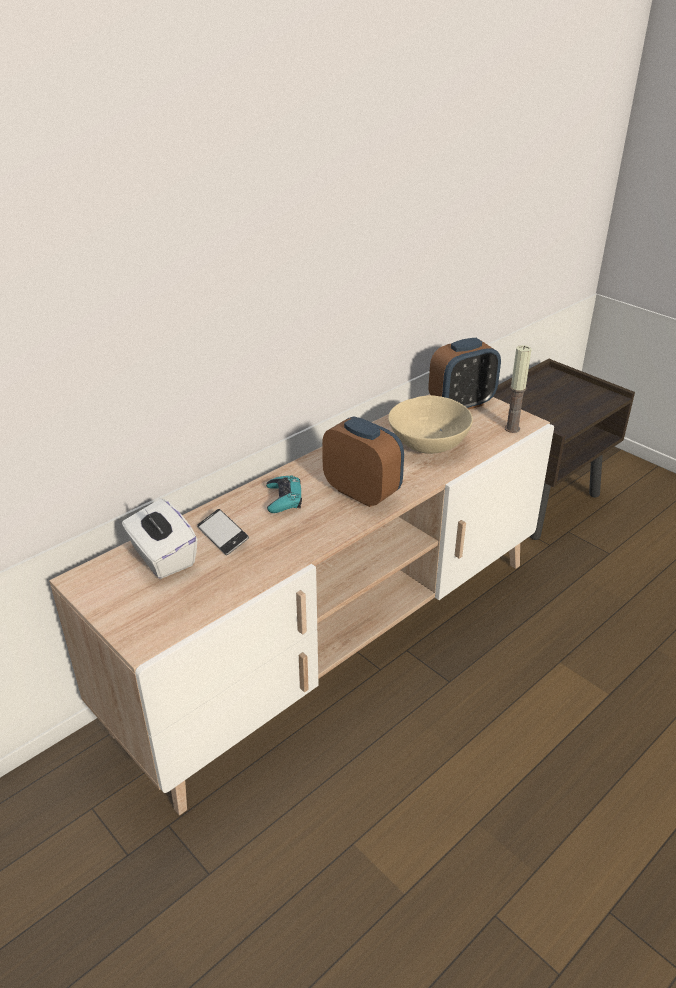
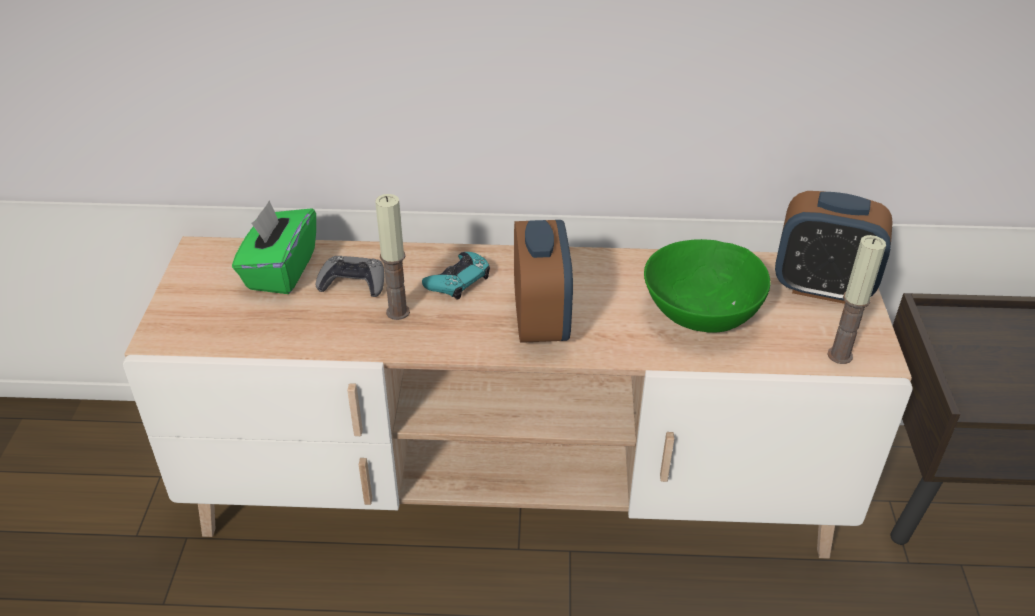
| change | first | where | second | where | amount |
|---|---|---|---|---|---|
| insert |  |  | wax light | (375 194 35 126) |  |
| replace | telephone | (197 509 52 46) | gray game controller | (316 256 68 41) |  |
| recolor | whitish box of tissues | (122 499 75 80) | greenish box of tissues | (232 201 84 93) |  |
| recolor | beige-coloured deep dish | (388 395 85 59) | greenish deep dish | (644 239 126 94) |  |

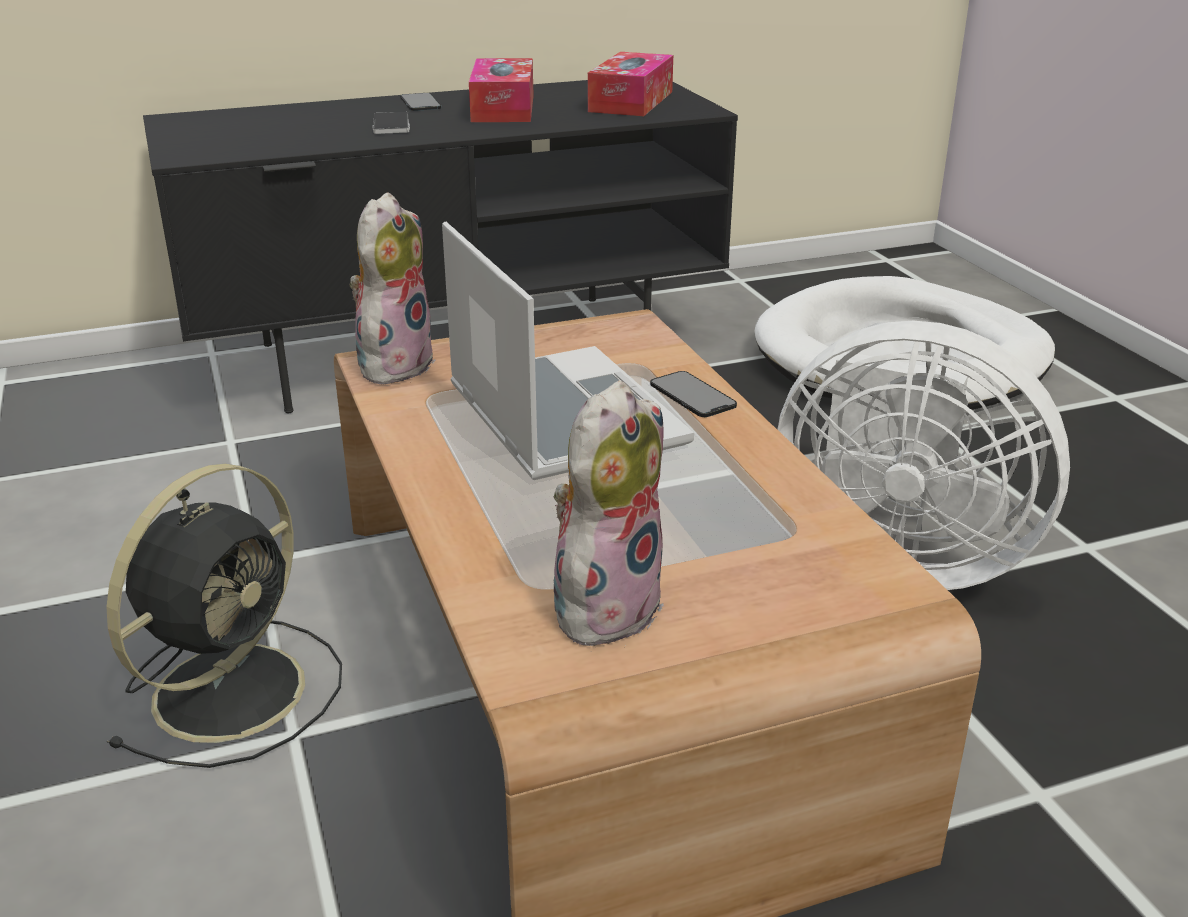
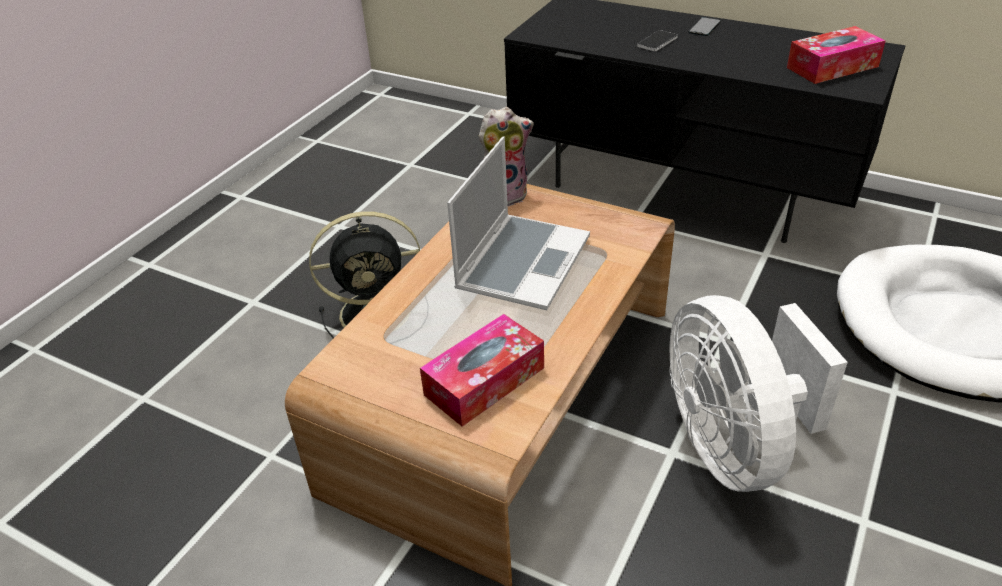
| change | first | where | second | where | amount |
|---|---|---|---|---|---|
| delete | soft toy | (554 381 110 267) |  |  |  |
| delete | telephone | (650 371 87 46) |  |  |  |
| move | box of tissues | (469 58 65 64) |  | (420 314 124 113) |  |

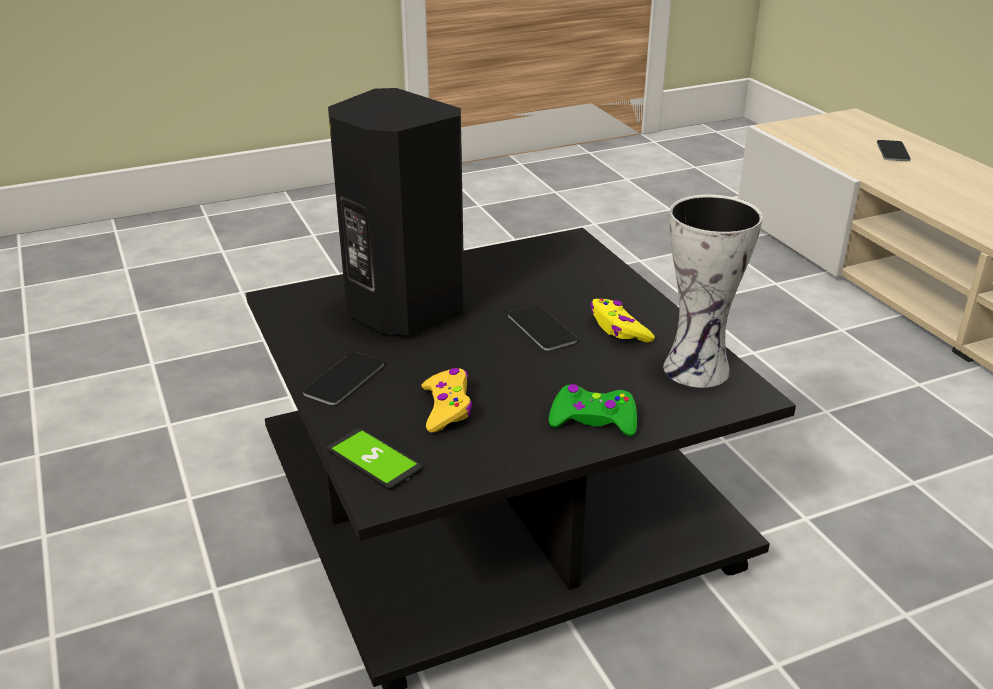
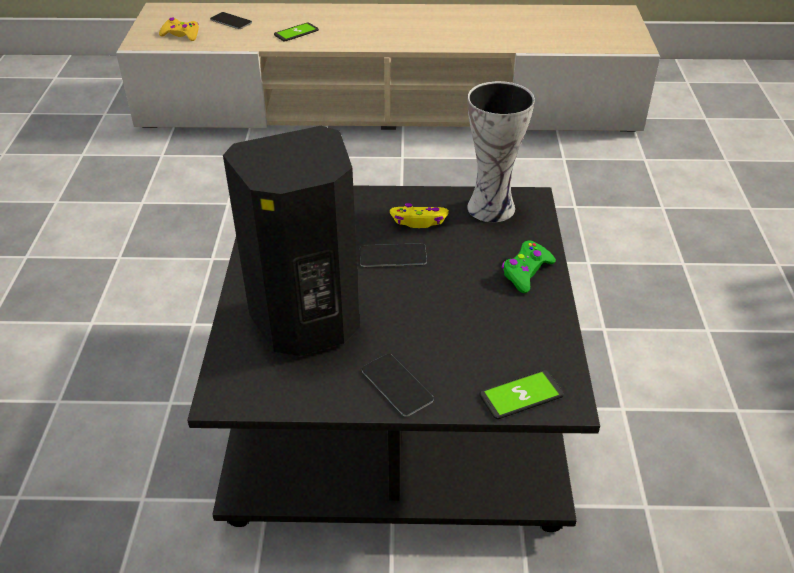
| change | first | where | second | where | amount |
|---|---|---|---|---|---|
| insert |  |  | telephone | (274 22 45 20) |  |
| move | yellow game controller | (421 368 51 64) |  | (159 17 40 24) |  |

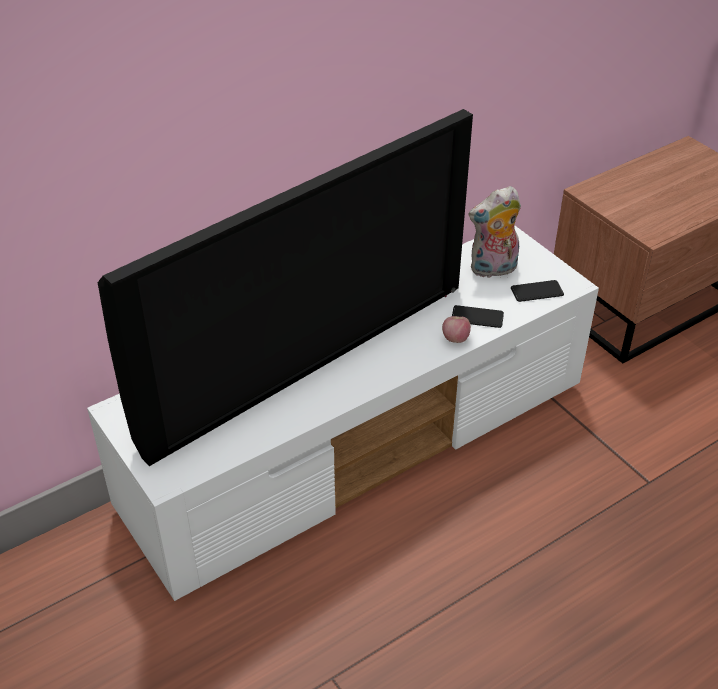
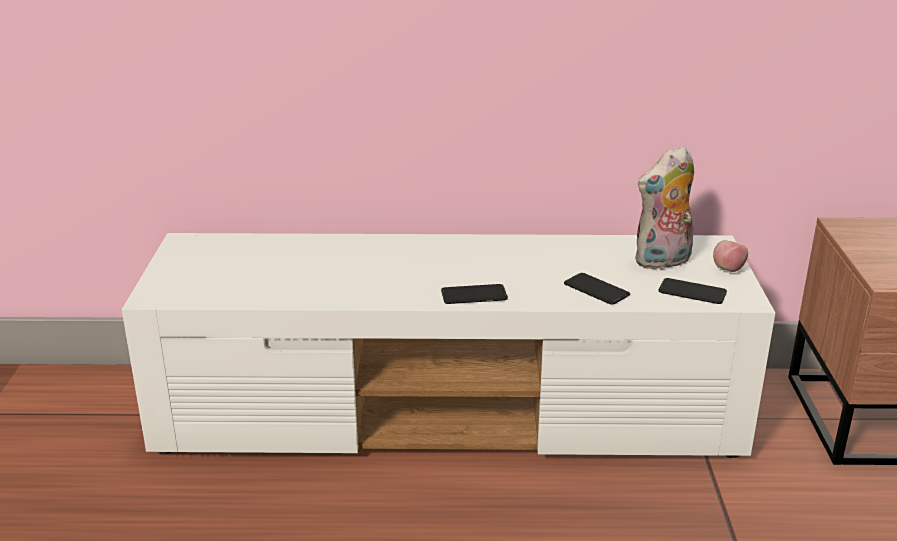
| change | first | where | second | where | amount |
|---|---|---|---|---|---|
| delete | television | (98 109 375 357) |  |  |  |
| insert |  |  | telephone | (441 284 67 20) |  |
| move | apple fruit | (442 316 29 27) |  | (713 240 35 32) |  |
| rotate | soft toy | (469 186 52 92) |  | (635 146 59 124) | 45 degrees counterclockwise |

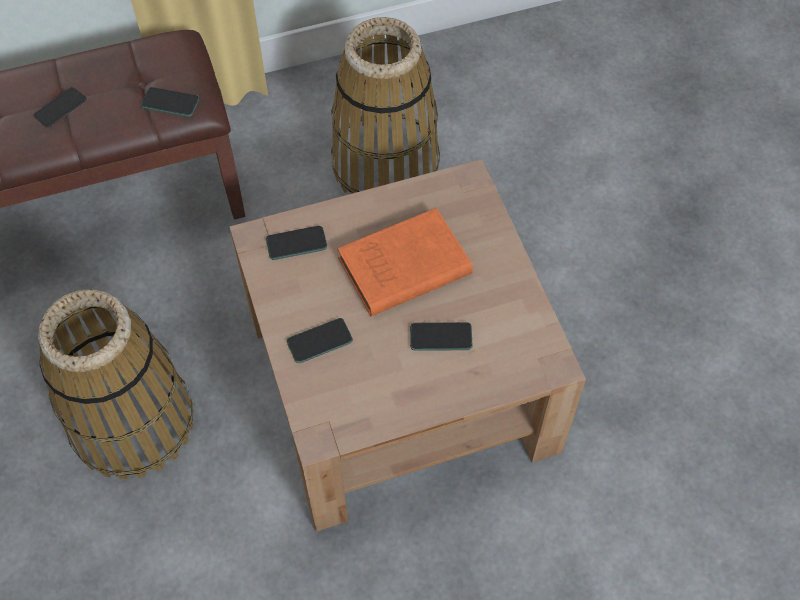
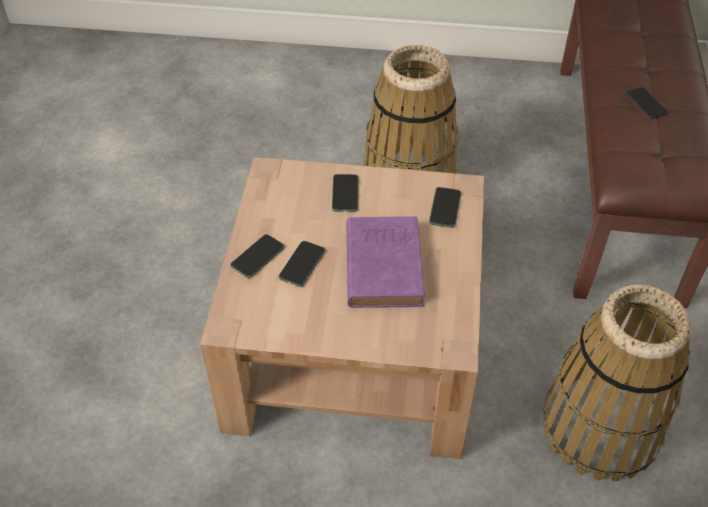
| change | first | where | second | where | amount |
|---|---|---|---|---|---|
| move | telephone | (141 87 59 30) |  | (230 234 55 44) |  |
| recolor | orange-coloured book | (337 208 136 108) | purple-coloured book | (346 216 79 92) |  |

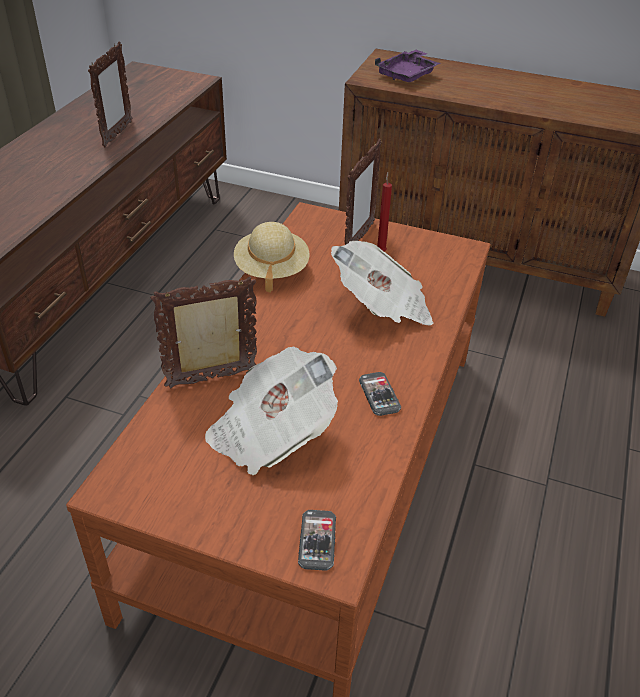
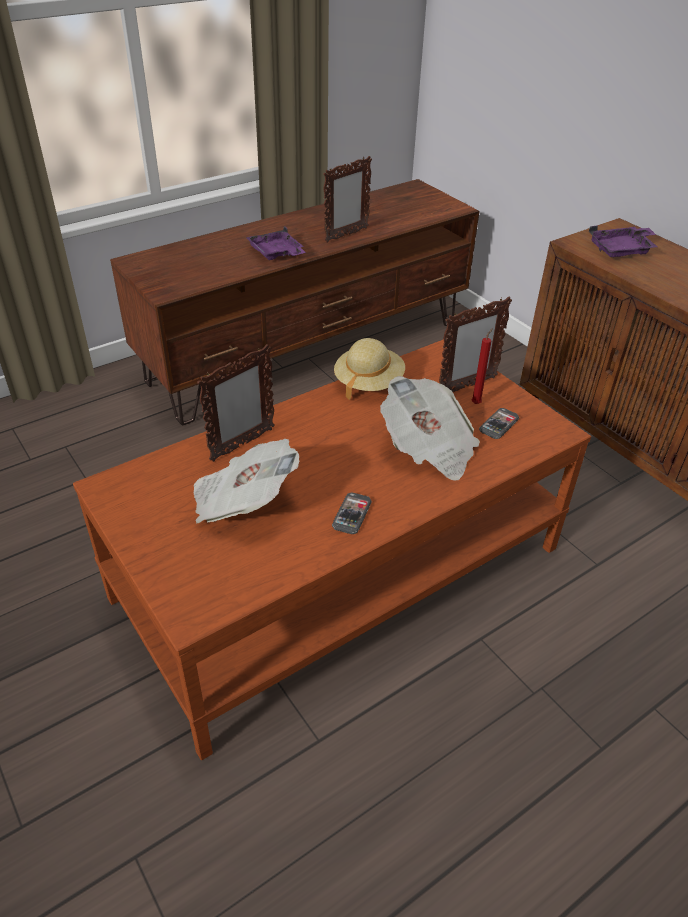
| change | first | where | second | where | amount |
|---|---|---|---|---|---|
| insert |  |  | purple-coloured serving tray | (246 226 60 34) |  |
| move | telephone | (298 510 38 61) |  | (479 408 40 31) |  |
| rotate | photo frame | (150 276 107 112) |  | (197 344 78 118) | 120 degrees clockwise |

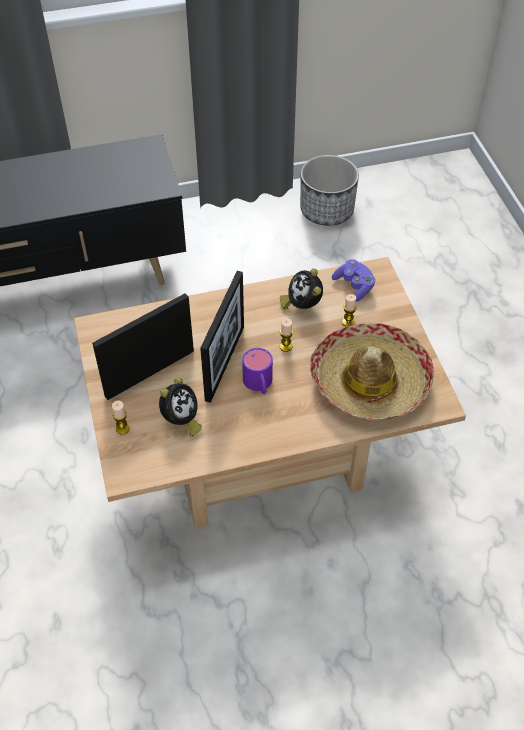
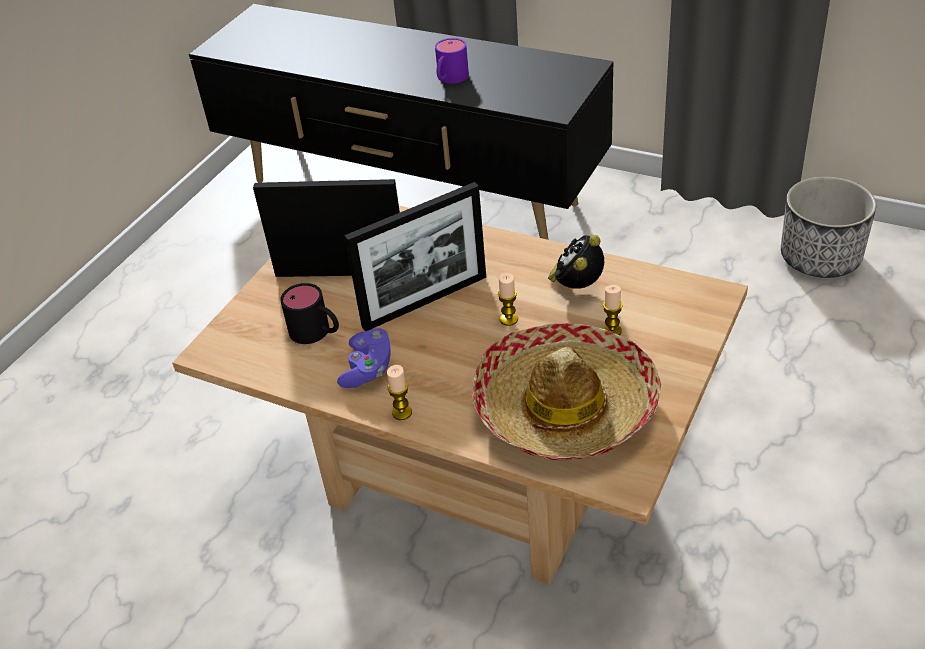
| change | first | where | second | where | amount |
|---|---|---|---|---|---|
| move | wax light | (112 400 18 35) |  | (387 365 25 55) |  |
| move | purple-coloured tea mug | (242 348 31 46) |  | (435 38 34 46) |  |
| move | purple-coloured game controller | (332 259 44 43) |  | (337 328 54 60) |  |
| replace | table clock | (159 377 43 60) | black tea mug | (280 283 59 61) |  |

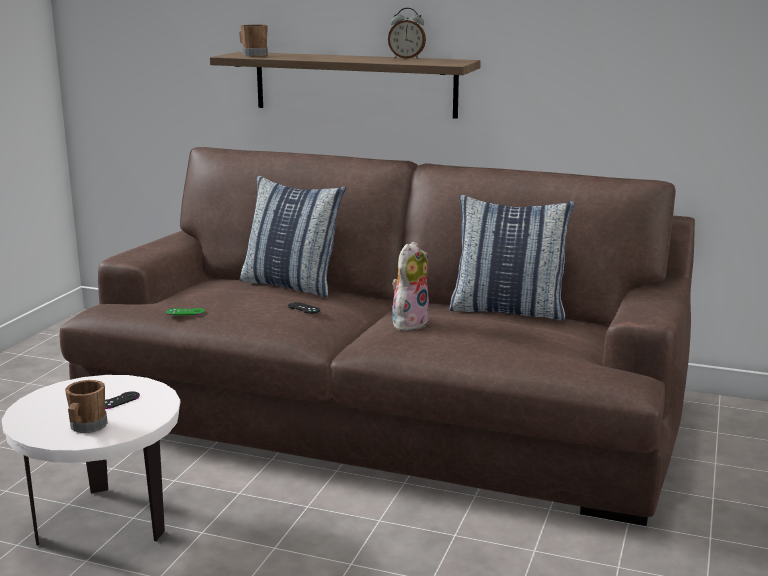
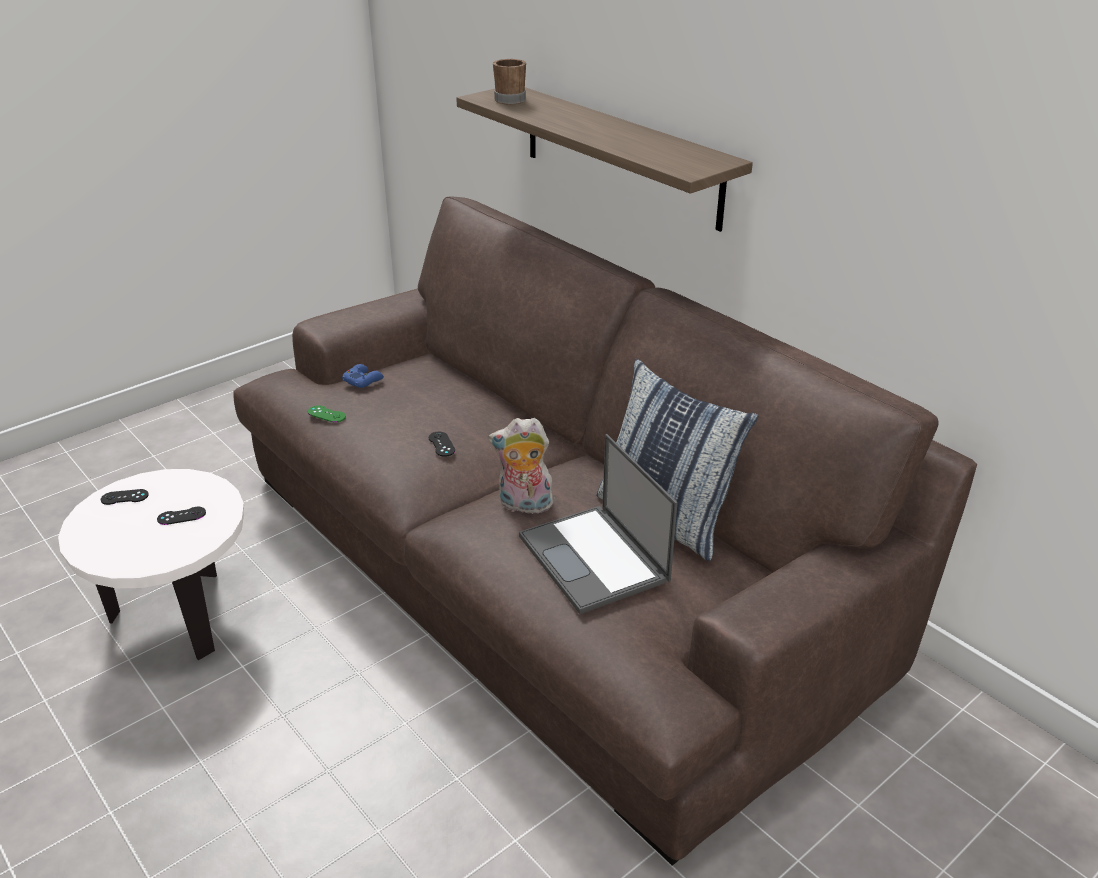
| change | first | where | second | where | amount |
|---|---|---|---|---|---|
| delete | brownish tea mug | (65 380 43 53) |  |  |  |
| delete | pillow | (240 175 106 123) |  |  |  |
| delete | table clock | (388 8 38 51) |  |  |  |
| insert |  |  | black game controller | (101 489 48 16) |  |
| insert |  |  | bluish game controller | (342 364 42 24) |  |
| insert |  |  | notebook computer | (519 434 159 180) |  |
| rotate | soft toy | (392 241 37 90) |  | (488 418 67 99) | 150 degrees counterclockwise |

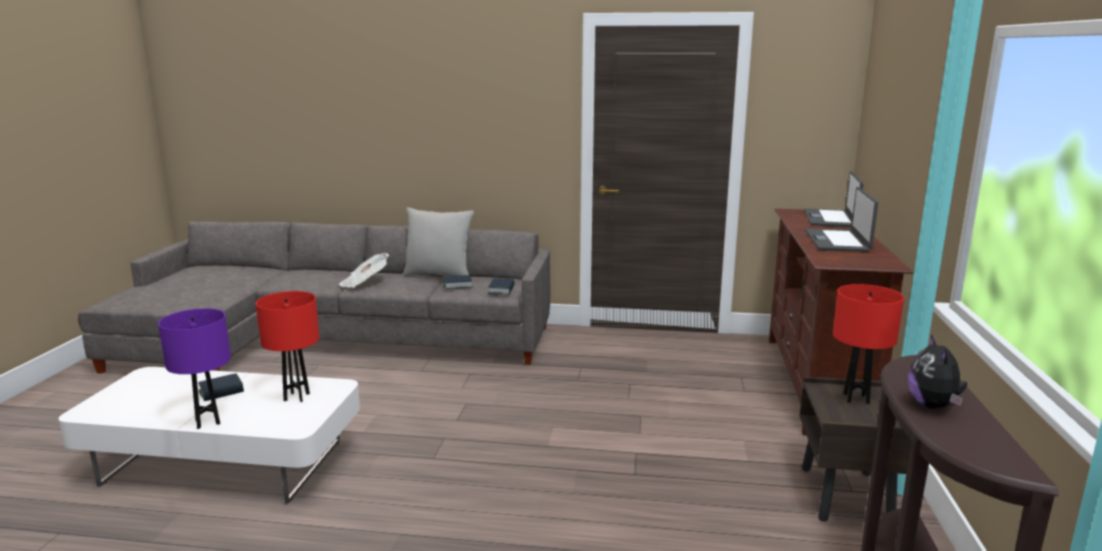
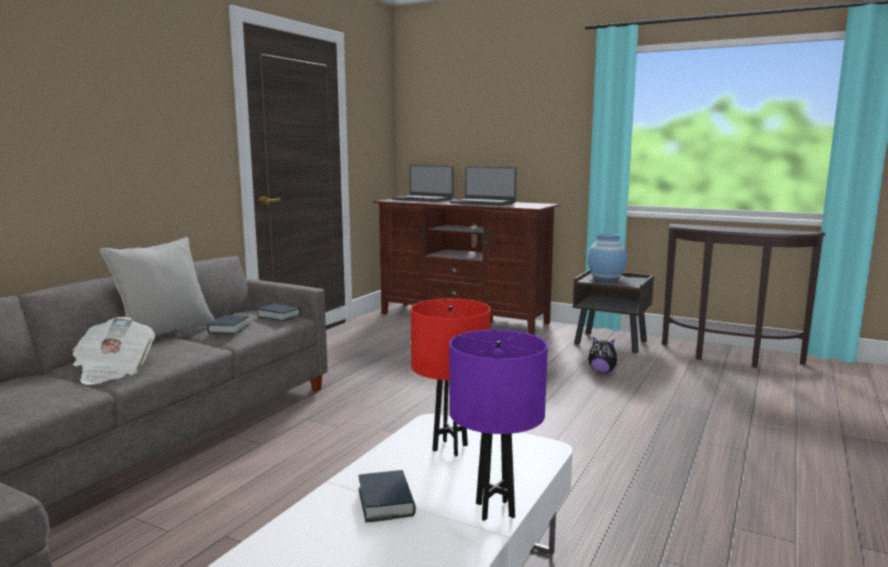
| change | first | where | second | where | amount |
|---|---|---|---|---|---|
| move | soft toy | (908 334 59 75) |  | (588 337 33 36) |  |
| replace | red-coloured tabletop lamp | (833 284 71 121) | bluish decorative vase | (588 233 39 48) |  |

